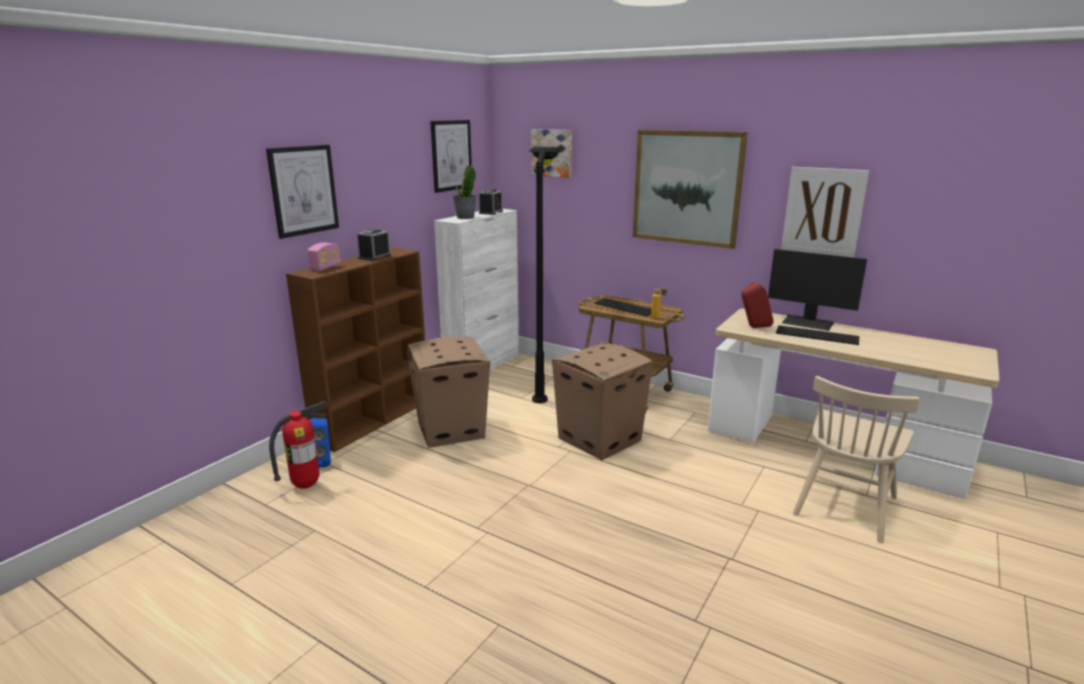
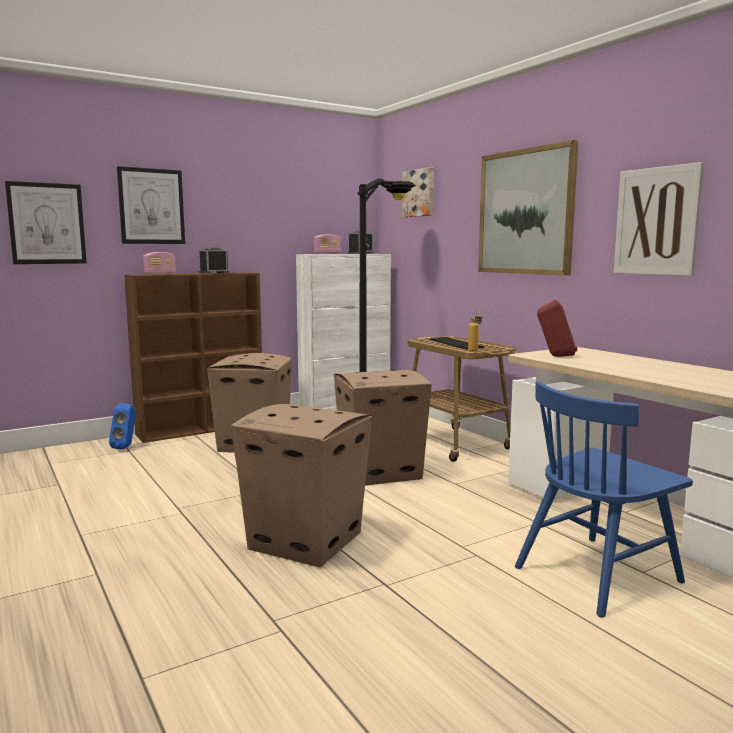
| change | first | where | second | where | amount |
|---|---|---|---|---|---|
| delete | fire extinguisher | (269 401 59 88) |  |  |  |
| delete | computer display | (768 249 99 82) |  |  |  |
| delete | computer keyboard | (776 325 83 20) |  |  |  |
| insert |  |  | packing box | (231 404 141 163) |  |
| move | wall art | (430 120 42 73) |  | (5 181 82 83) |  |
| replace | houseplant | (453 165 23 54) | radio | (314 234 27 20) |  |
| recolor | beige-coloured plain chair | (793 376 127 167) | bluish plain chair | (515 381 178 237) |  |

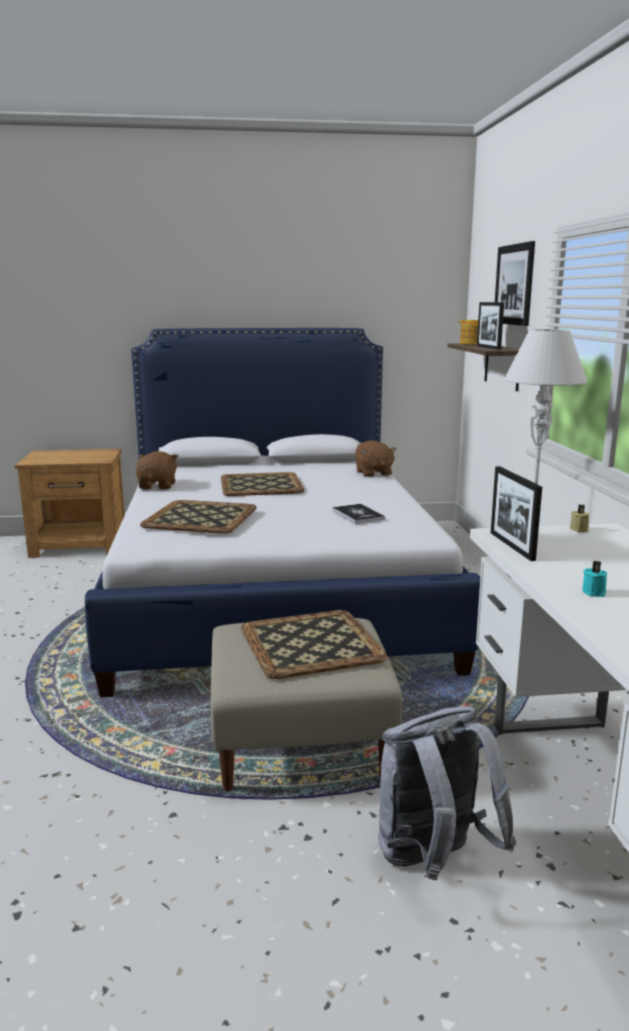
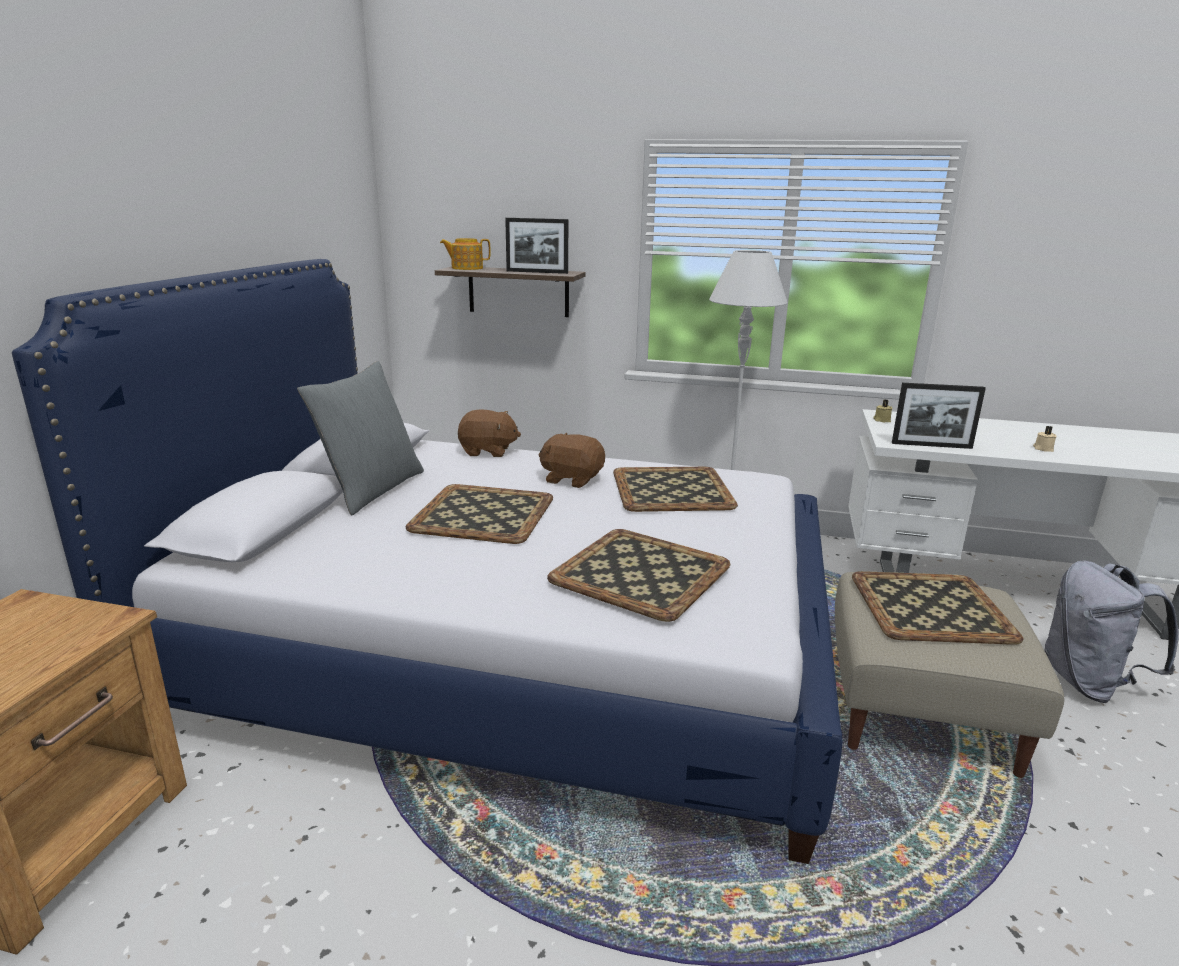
| change | first | where | second | where | amount |
|---|---|---|---|---|---|
| delete | wall art | (495 241 40 85) |  |  |  |
| insert |  |  | gray pillow | (297 361 127 154) |  |
| move | brownish soft toy | (136 451 42 38) |  | (539 433 66 55) |  |
| replace | book | (332 504 53 20) | serving tray | (613 467 125 45) |  |
| recolor | blue-green wax light | (582 561 25 36) | beige-coloured wax light | (1033 426 24 26) |  |

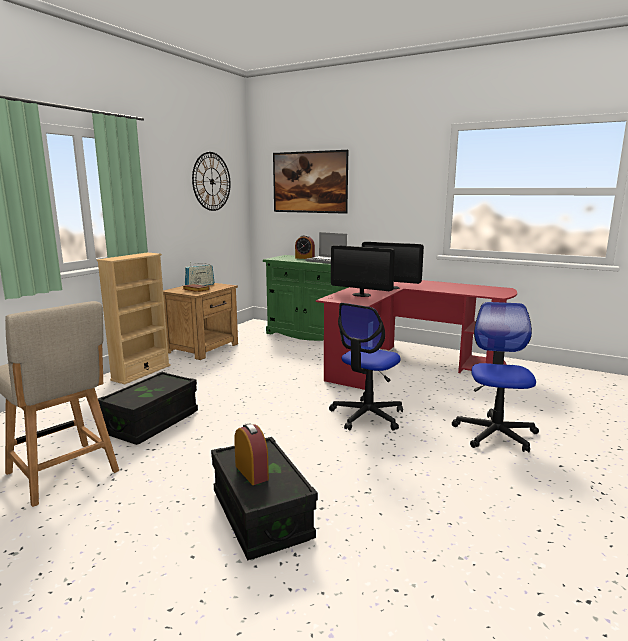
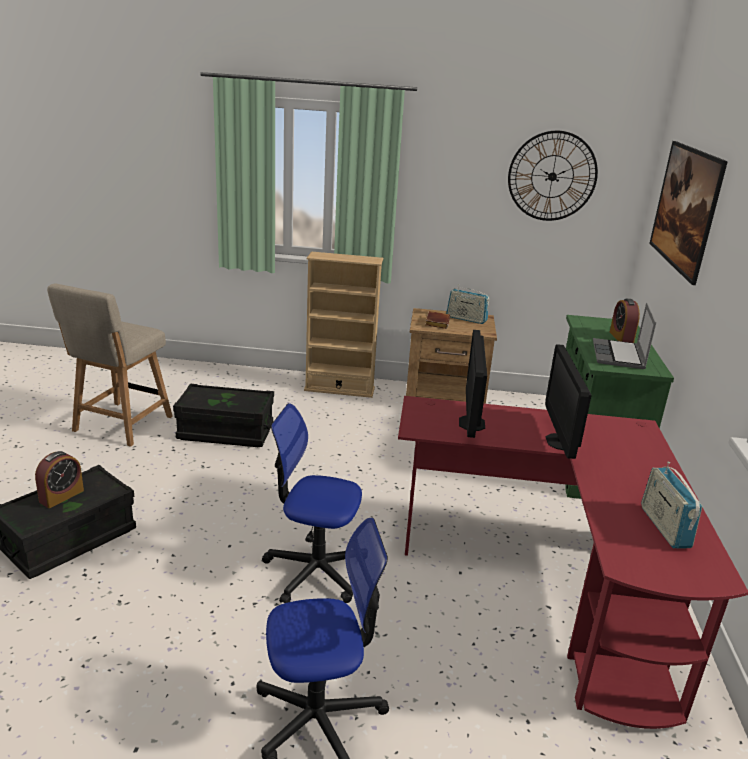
| change | first | where | second | where | amount |
|---|---|---|---|---|---|
| insert |  |  | radio | (641 462 61 87) |  |

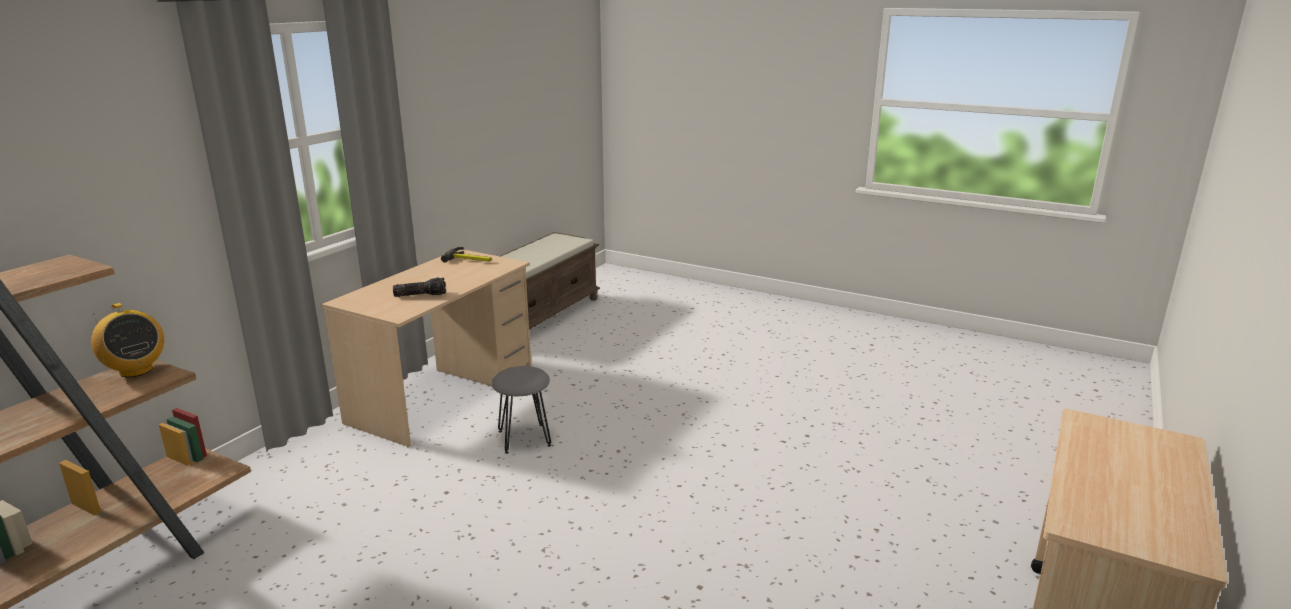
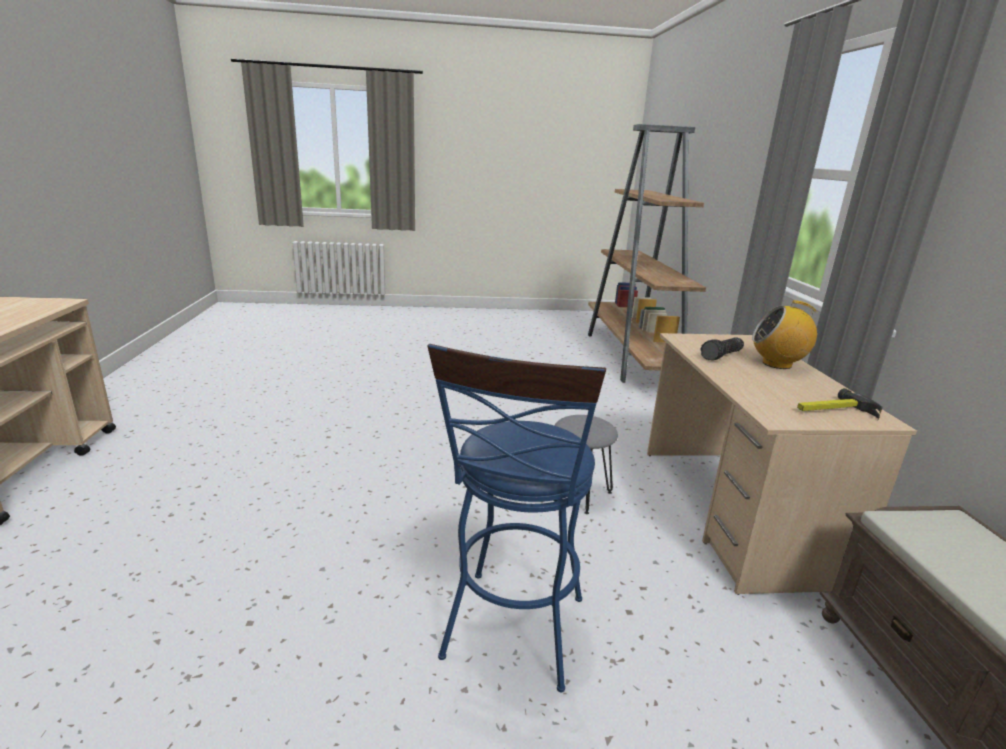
| change | first | where | second | where | amount |
|---|---|---|---|---|---|
| insert |  |  | bluish sitting stool | (428 344 178 348) |  |
| move | radio | (91 303 73 75) |  | (752 300 65 69) |  |

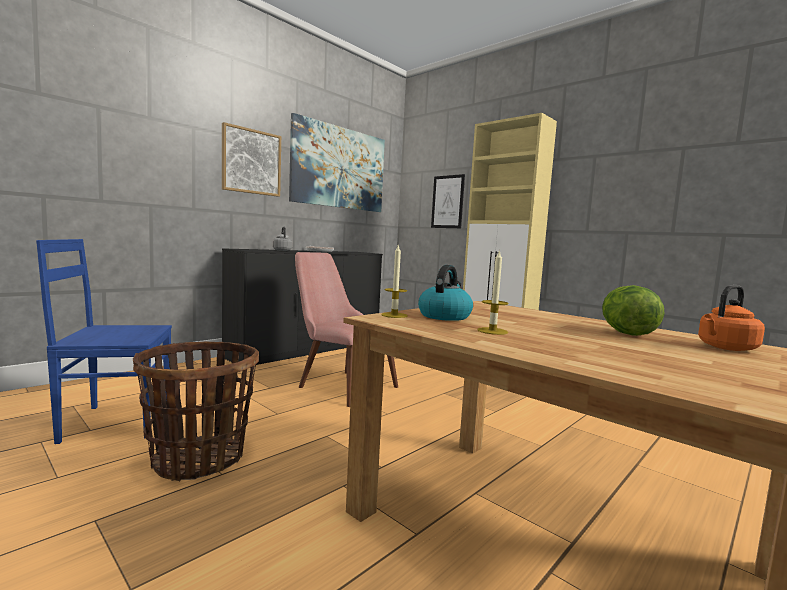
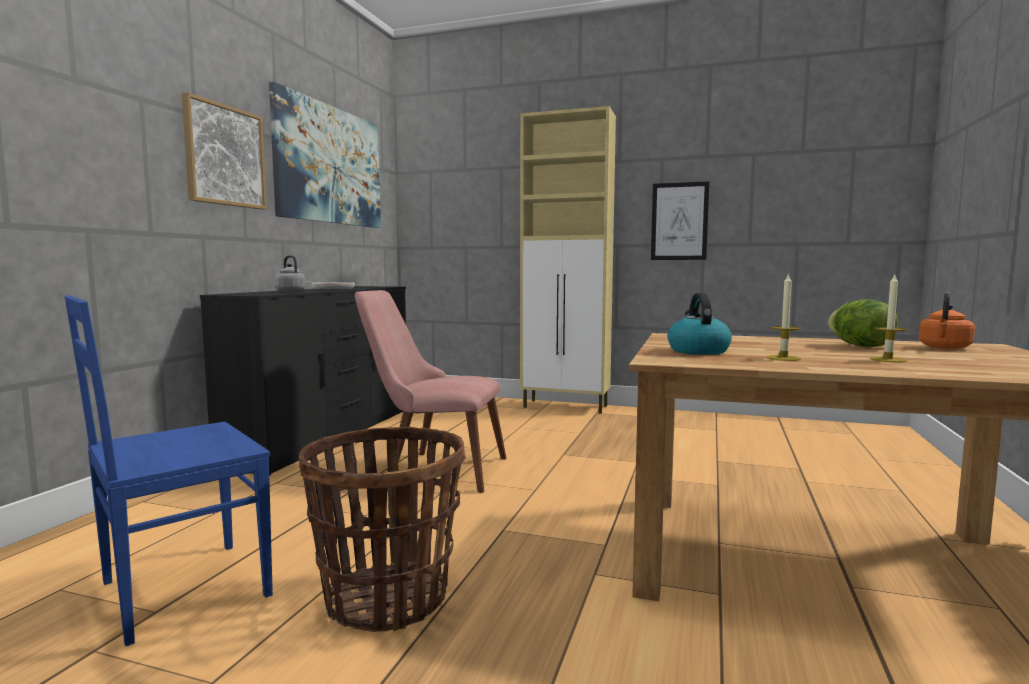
| change | first | where | second | where | amount |
|---|---|---|---|---|---|
| move | wax light | (381 245 27 73) |  | (870 275 37 87) |  |
| move | wall art | (431 174 34 54) |  | (651 181 58 79) |  |

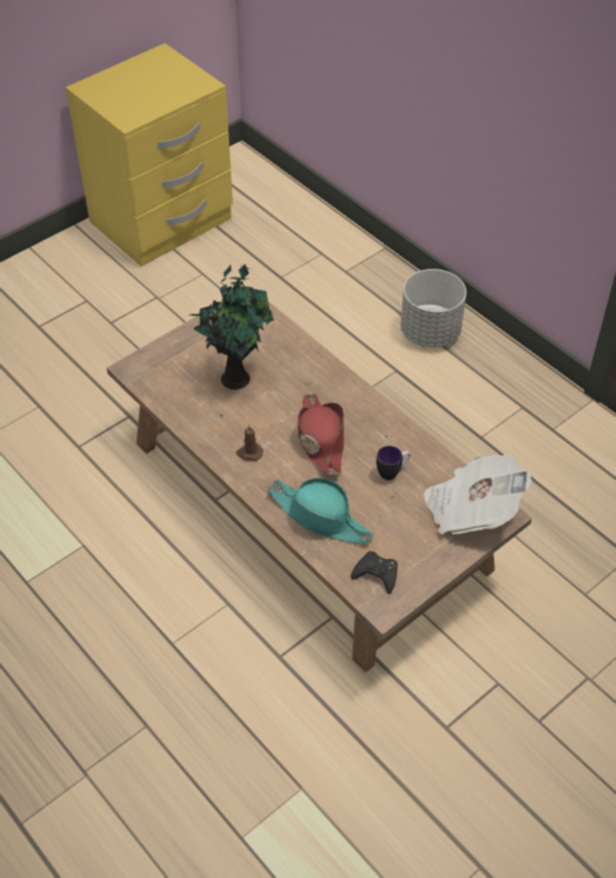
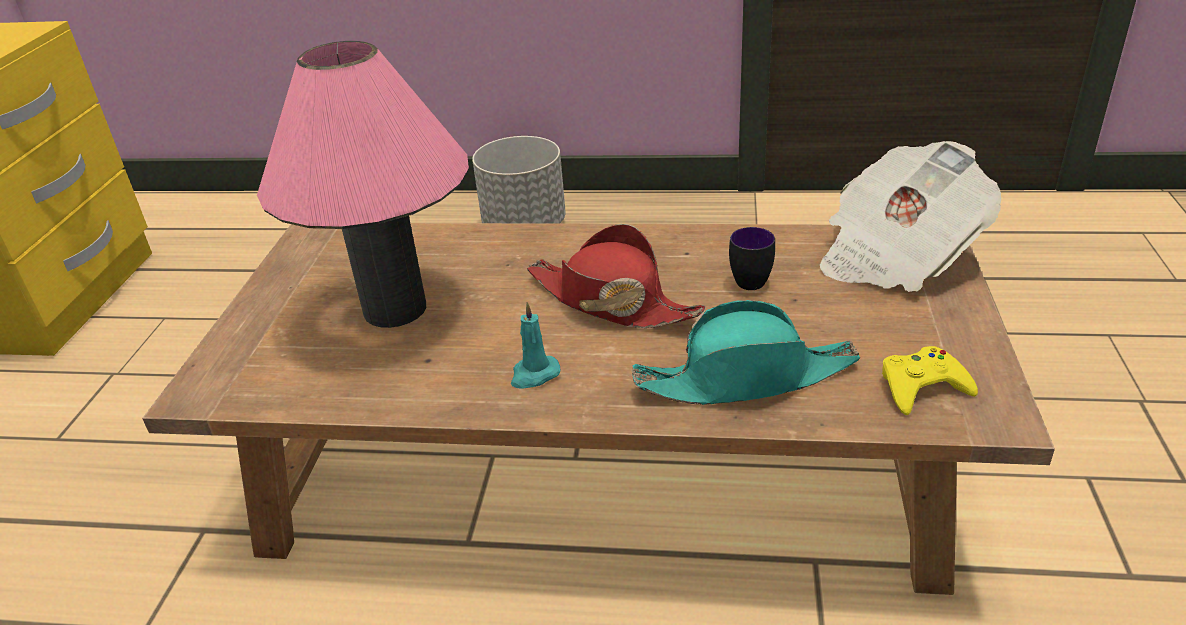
| change | first | where | second | where | amount |
|---|---|---|---|---|---|
| replace | houseplant | (190 264 84 126) | pink tabletop lamp | (257 41 212 287) |  |
| recolor | brownish wax light | (236 425 27 36) | blue-green wax light | (511 302 49 86) |  |
| recolor | black game controller | (351 551 47 43) | yellow game controller | (882 346 96 69) |  |

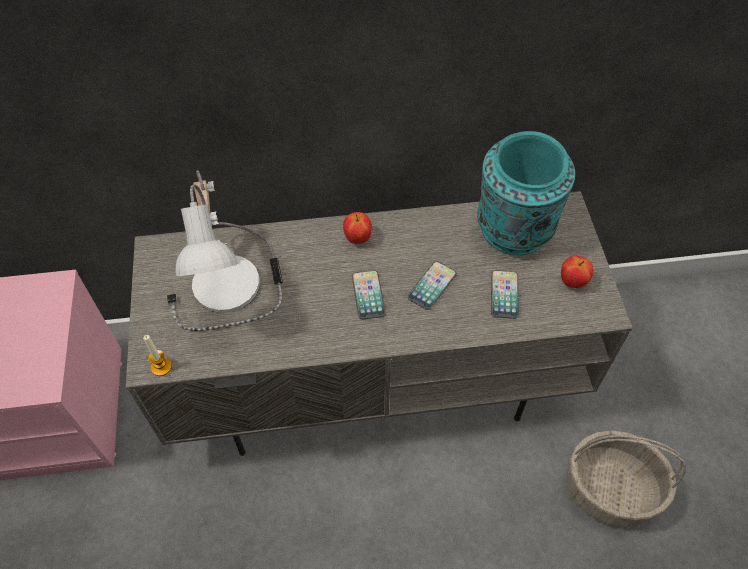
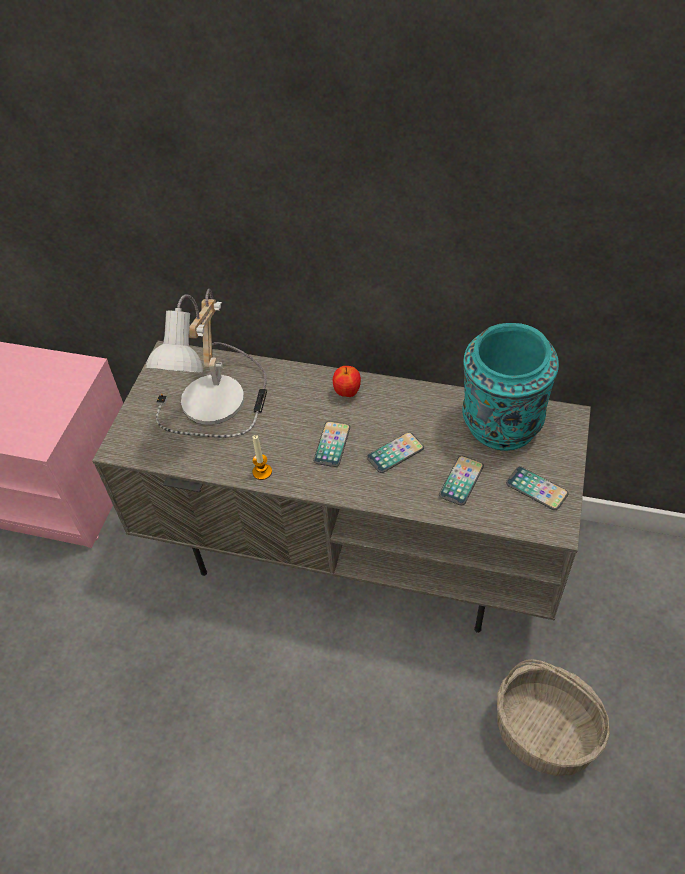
| change | first | where | second | where | amount |
|---|---|---|---|---|---|
| move | wax light | (143 335 29 41) |  | (252 435 20 45) |  |
| replace | apple fruit | (561 256 33 32) | telephone | (506 466 62 44) |  |

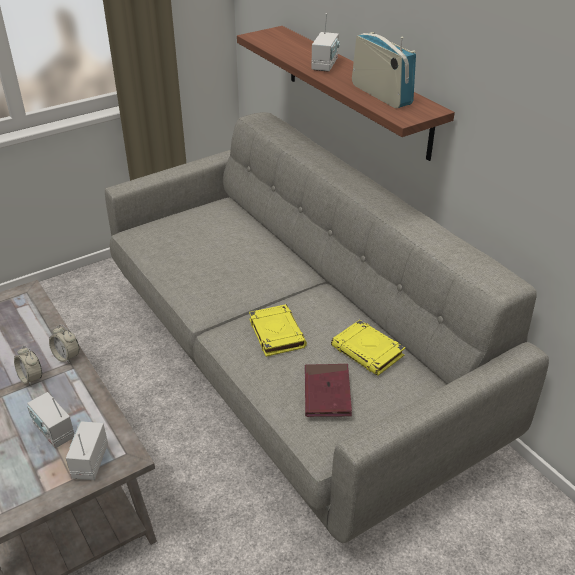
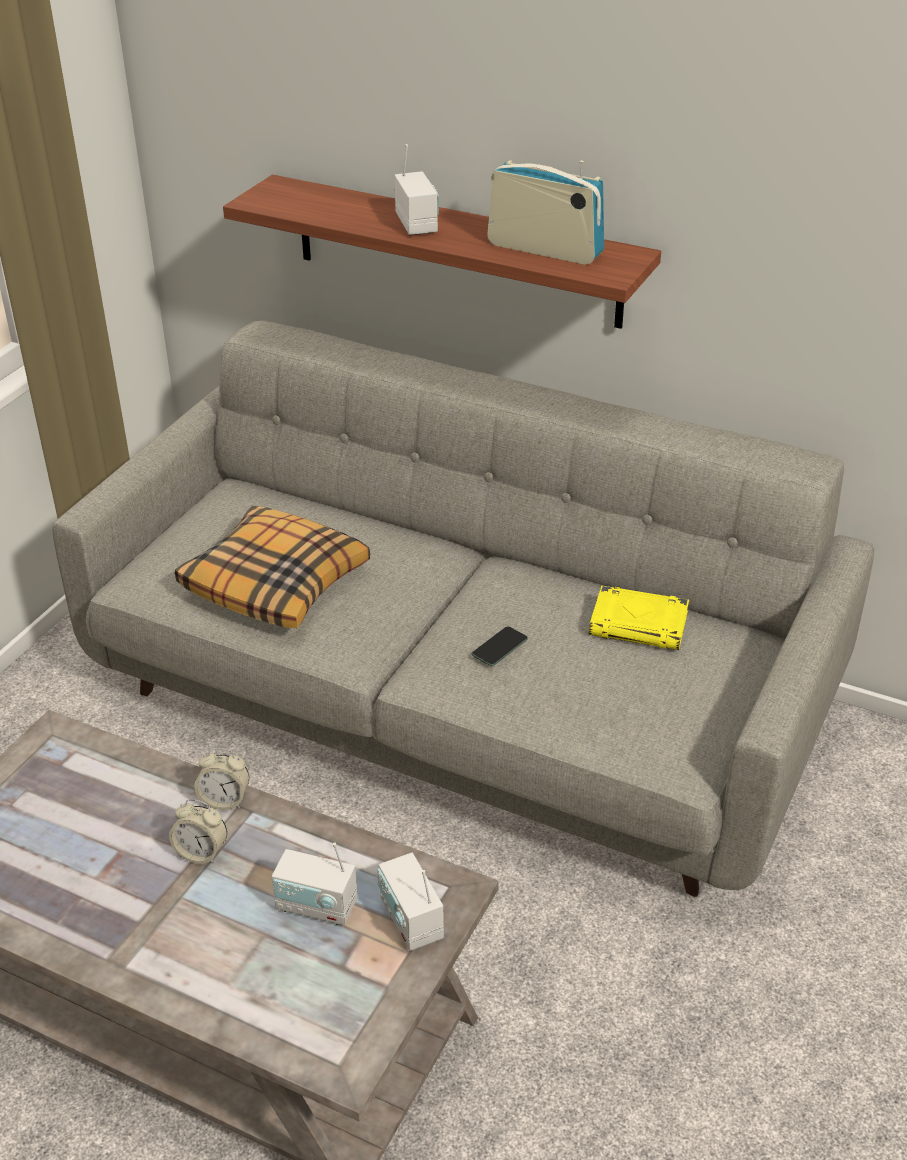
| change | first | where | second | where | amount |
|---|---|---|---|---|---|
| delete | red-coloured book | (305 364 47 53) |  |  |  |
| insert |  |  | pillow | (175 506 195 122) |  |
| replace | yellow book | (249 304 58 53) | telephone | (472 626 56 40) |  |

